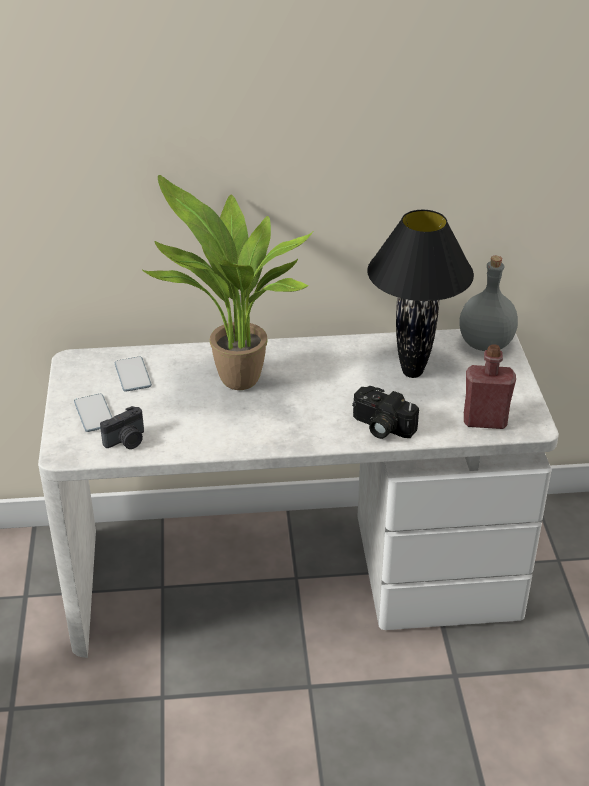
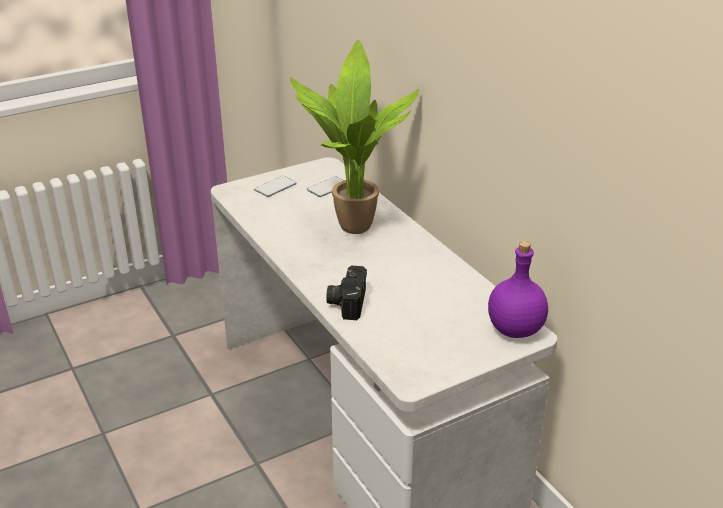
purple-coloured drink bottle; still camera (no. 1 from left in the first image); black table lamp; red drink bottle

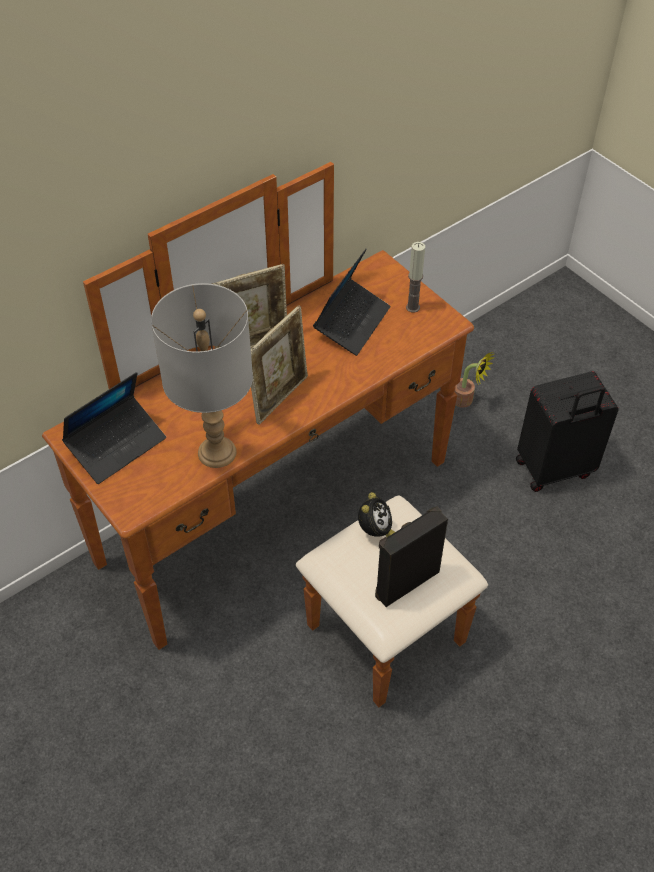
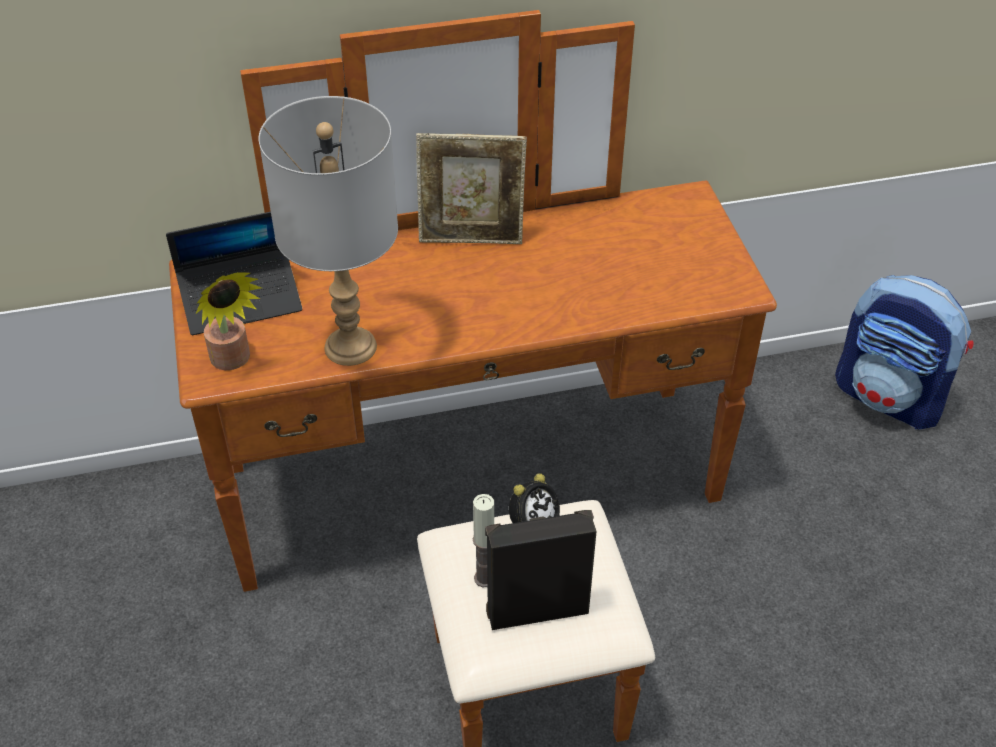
plant in a pot; candle; knapsack; picture frame (no. 2 from left in the first image); notebook computer (no. 2 from left in the first image); black suitcase

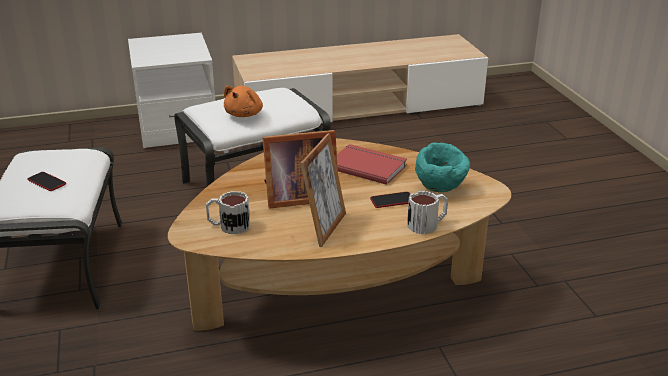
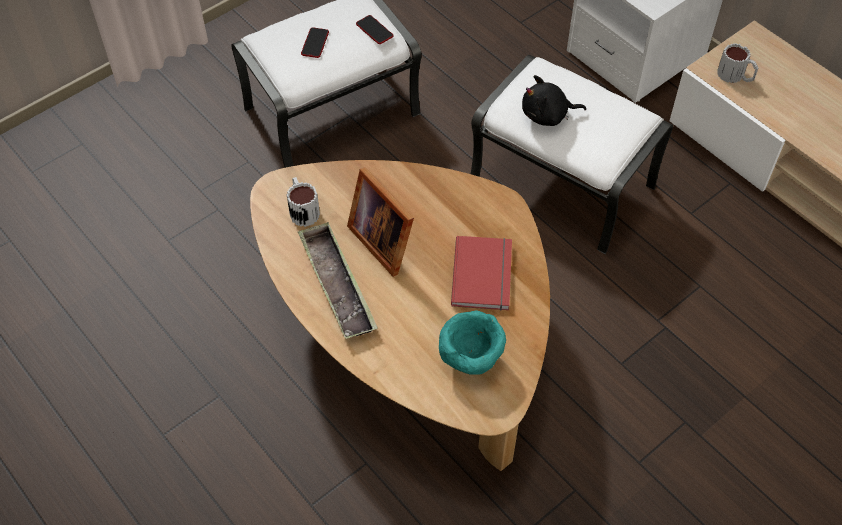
serving tray; telephone (no. 2 from left); black plush toy; tea mug (no. 2 from left)

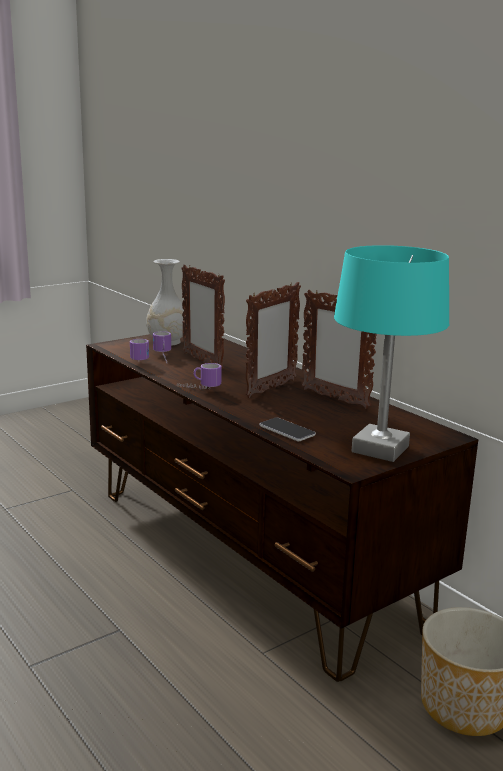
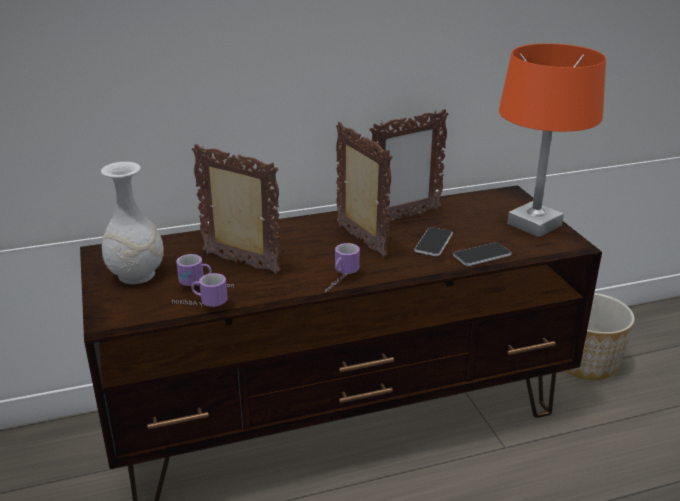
picture frame (no. 1 from left); telephone (no. 1 from left); orange table lamp

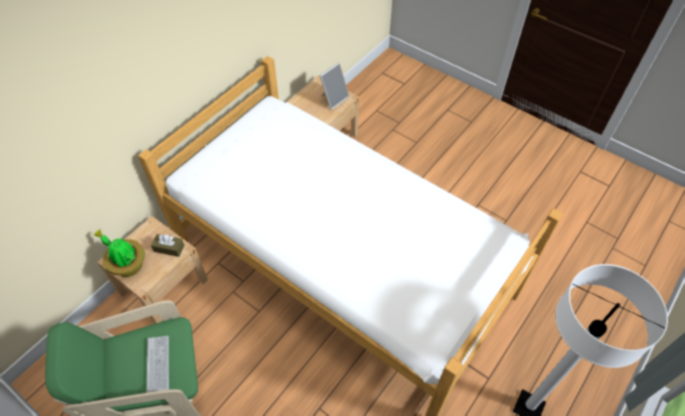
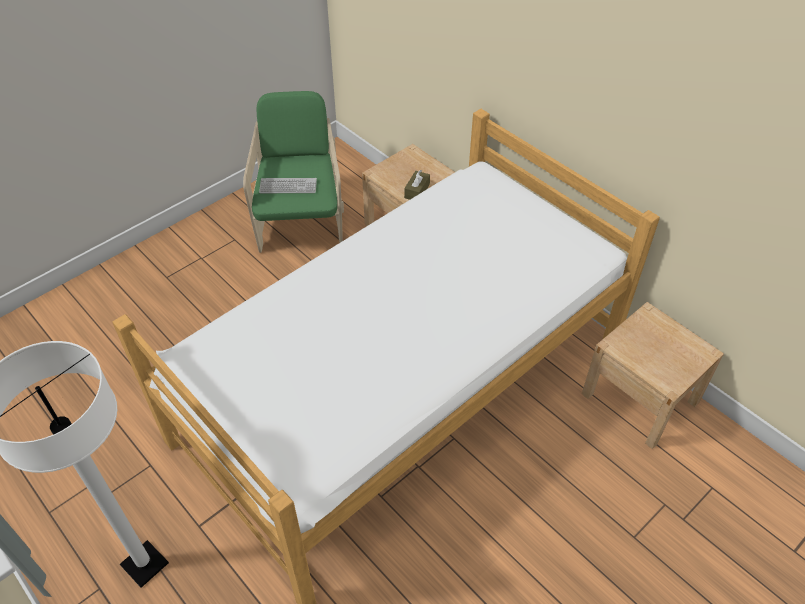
plant in a pot; picture frame

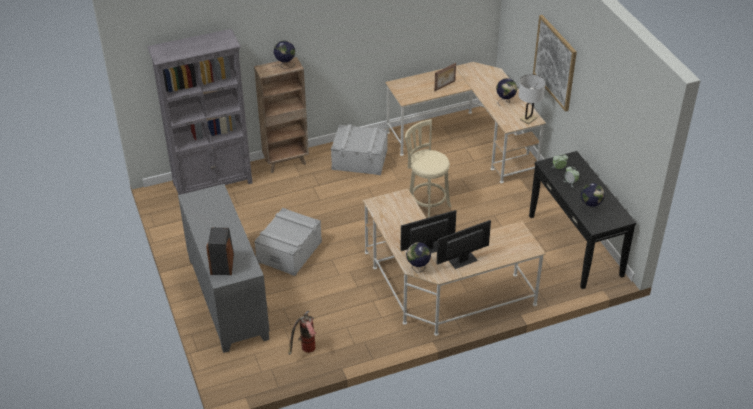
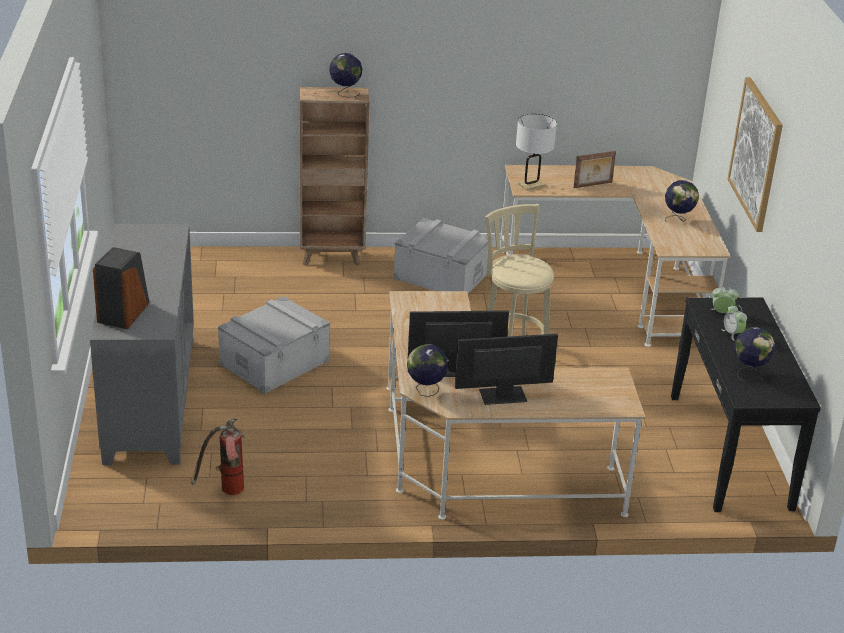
white-coloured table lamp; gray bookshelf

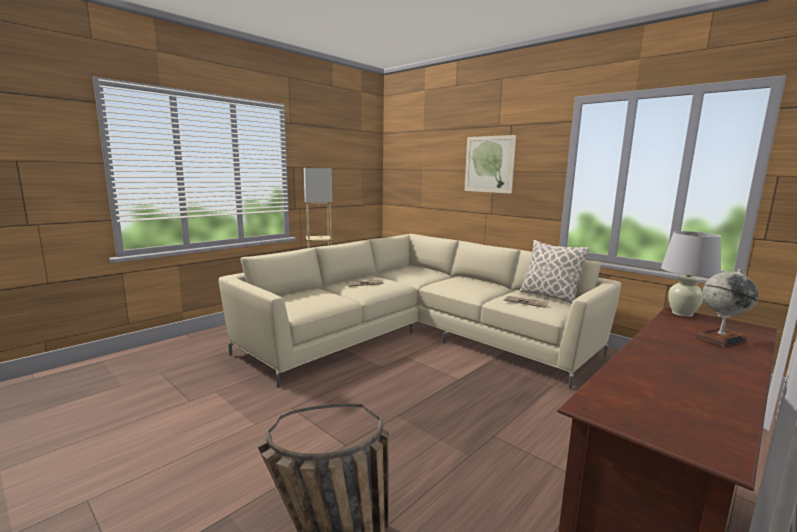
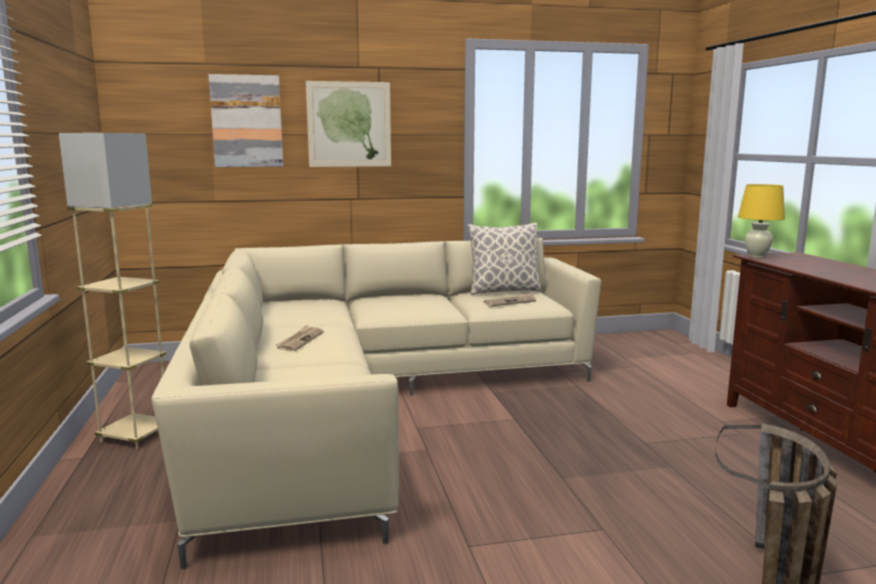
wall art (no. 1 from left); yellow-coloured table lamp; desk globe

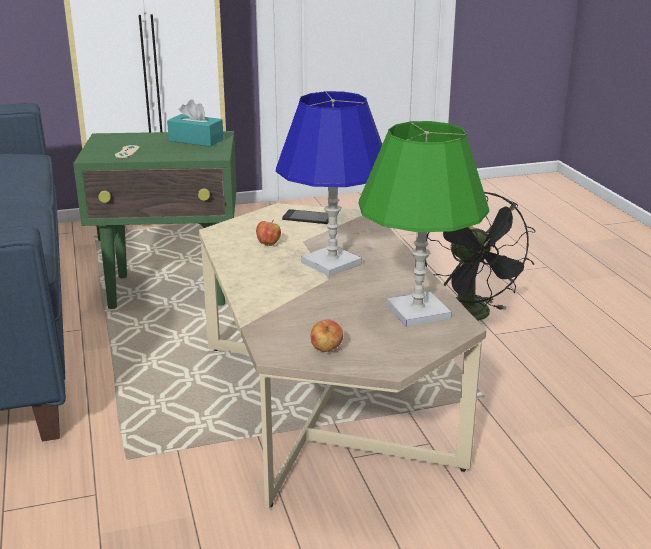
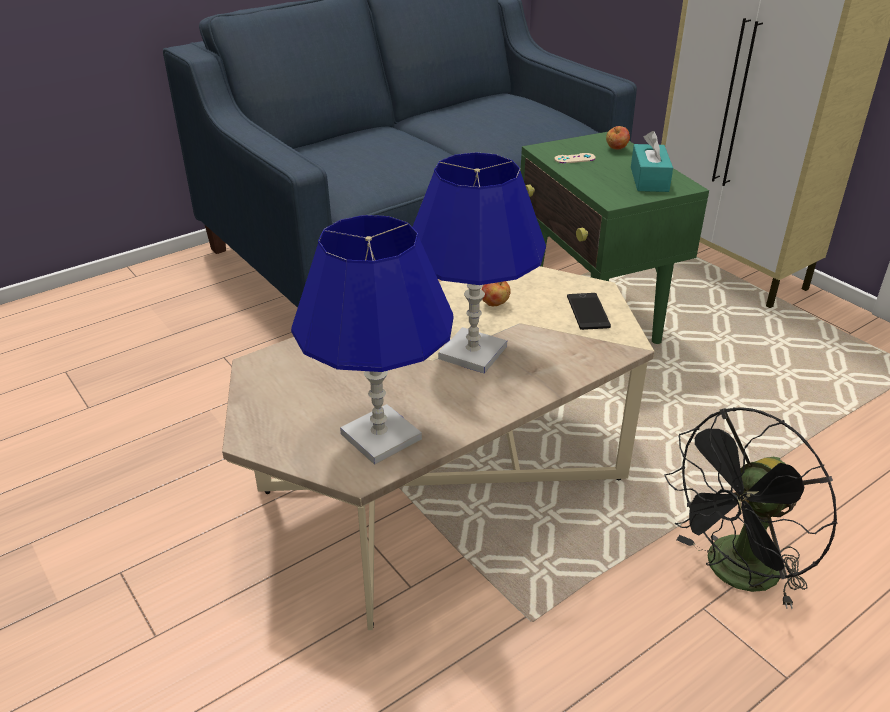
blue-coloured table lamp (no. 1 from left); whole apple (no. 2 from left)

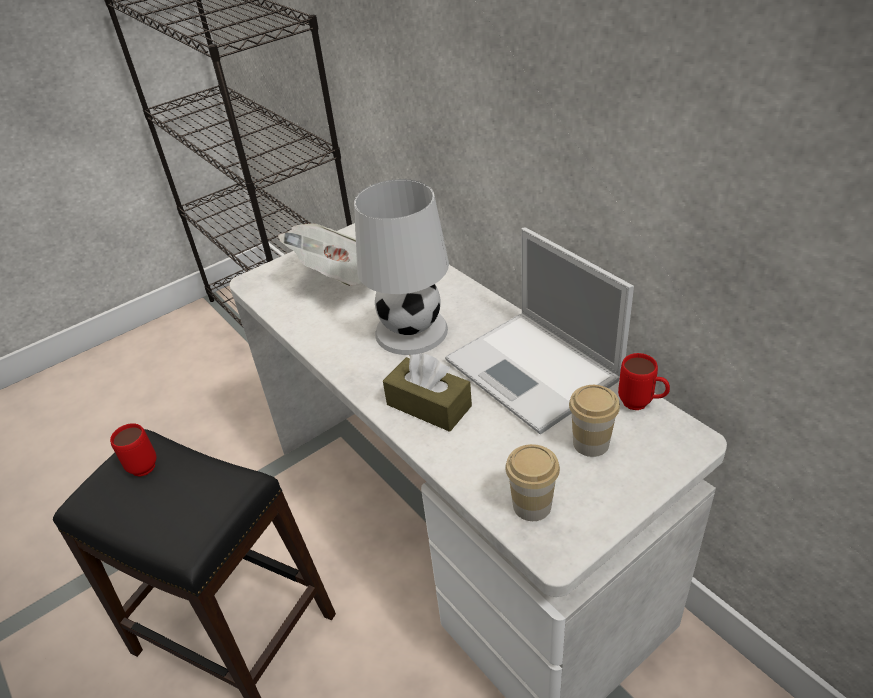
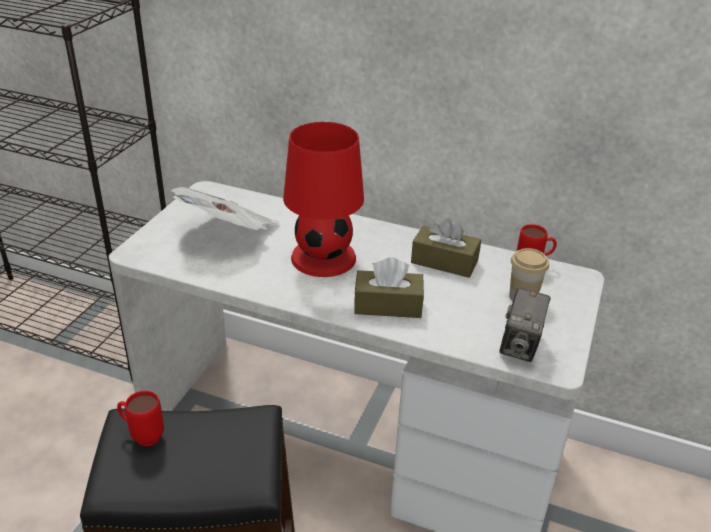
red table lamp; brown-coloured tissue holder (no. 2 from left); still camera

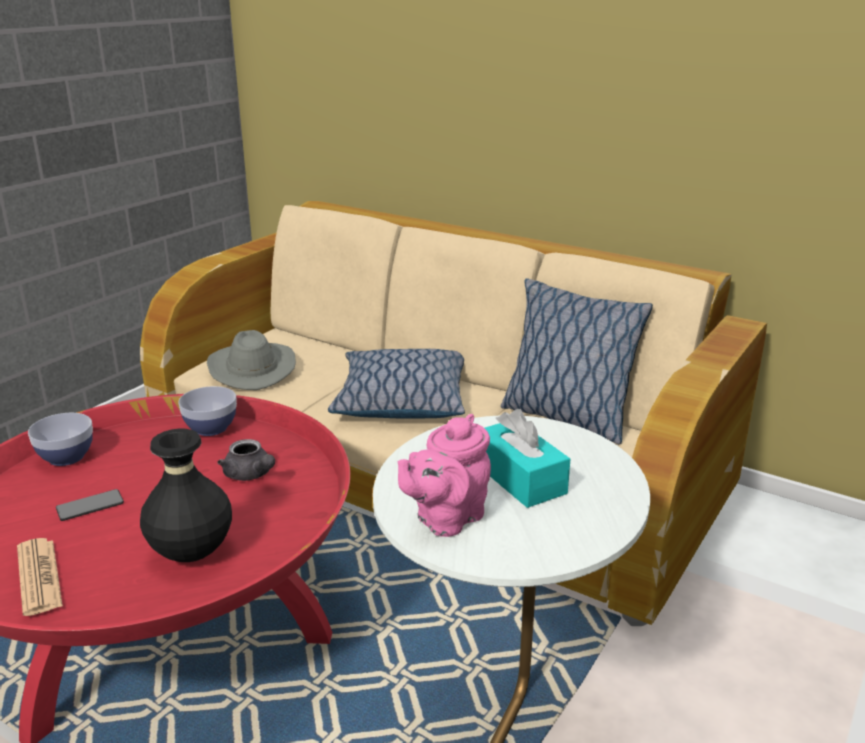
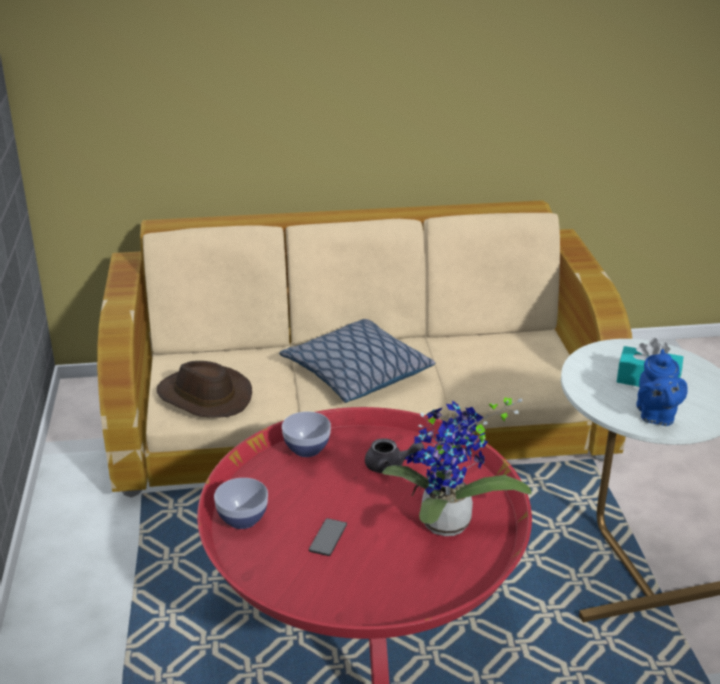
brown-coloured hat; plant in a pot; blue-coloured pot for tea; daily paper; cushion (no. 2 from left in the first image)

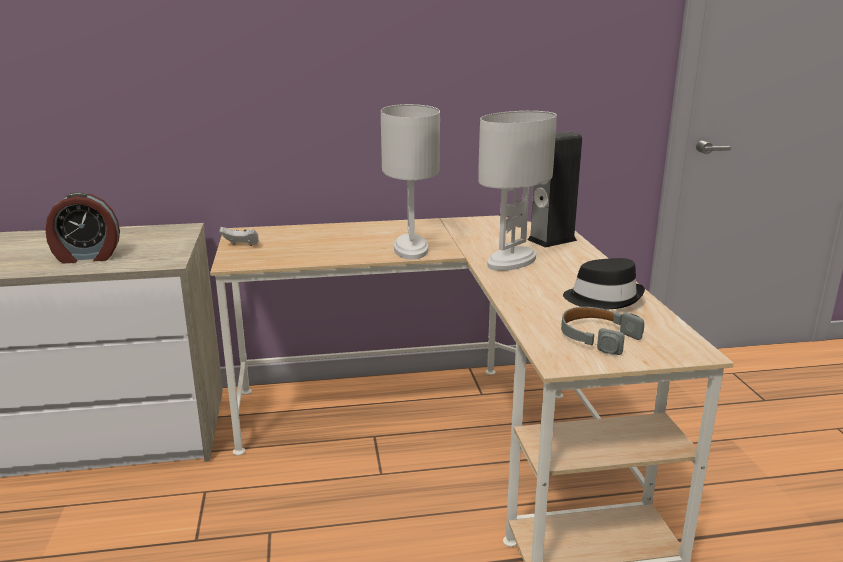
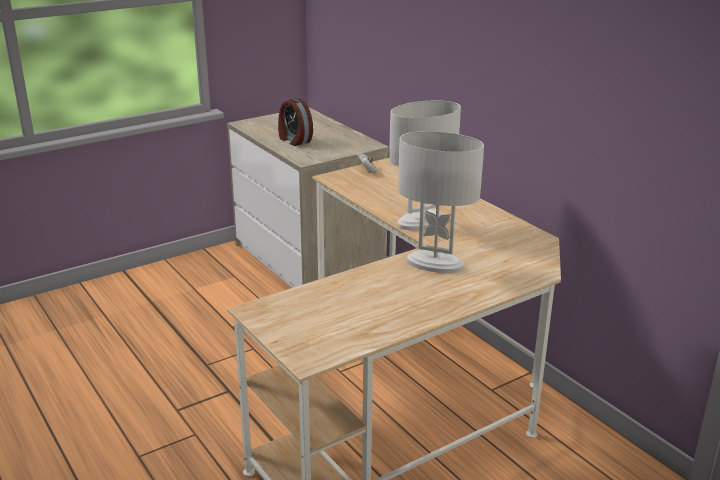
loudspeaker; gray headphones; black hat

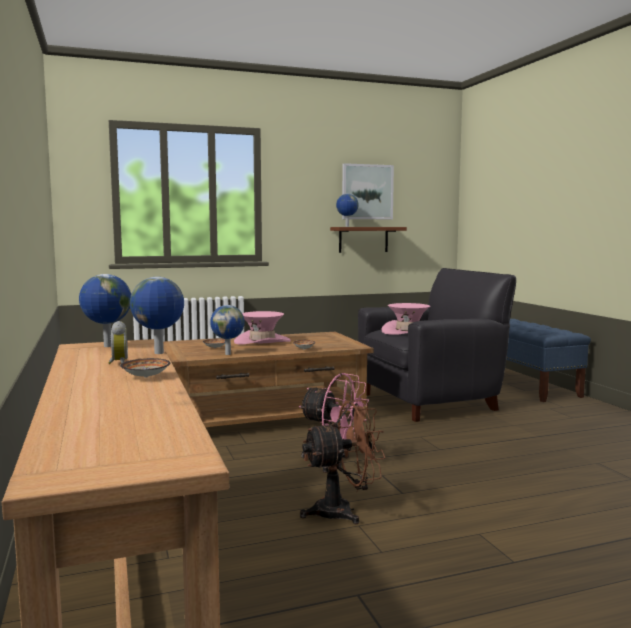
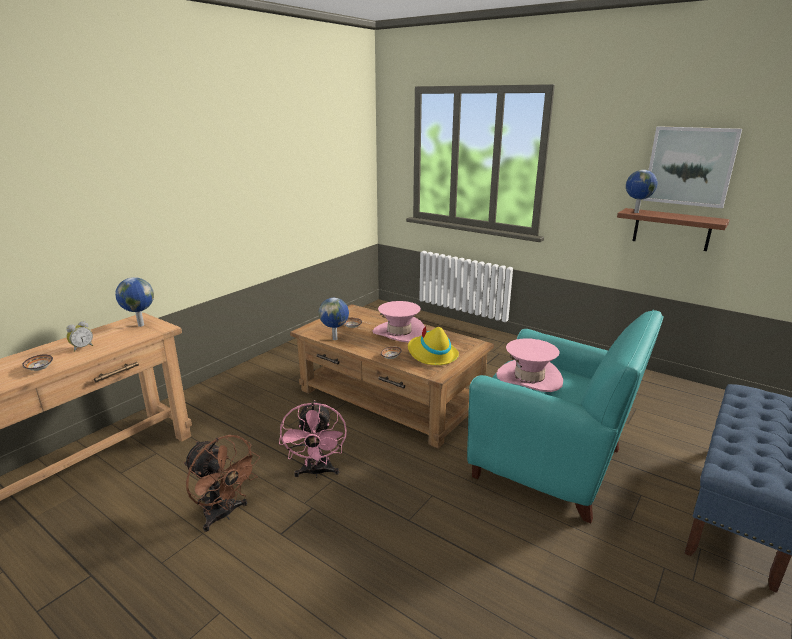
yellow-coloured hat; turquoise lounge chair; desk globe (no. 2 from left in the first image)

